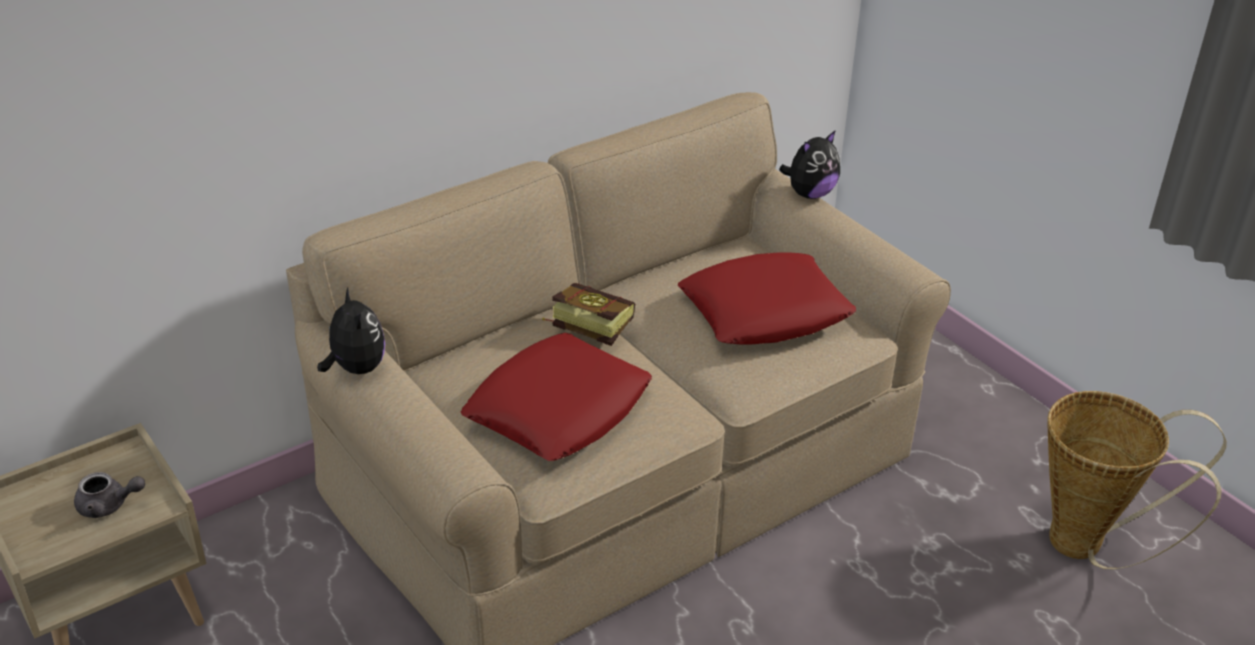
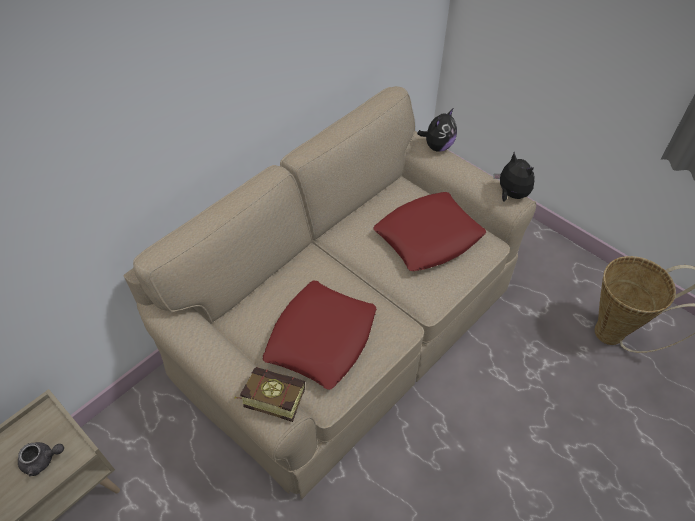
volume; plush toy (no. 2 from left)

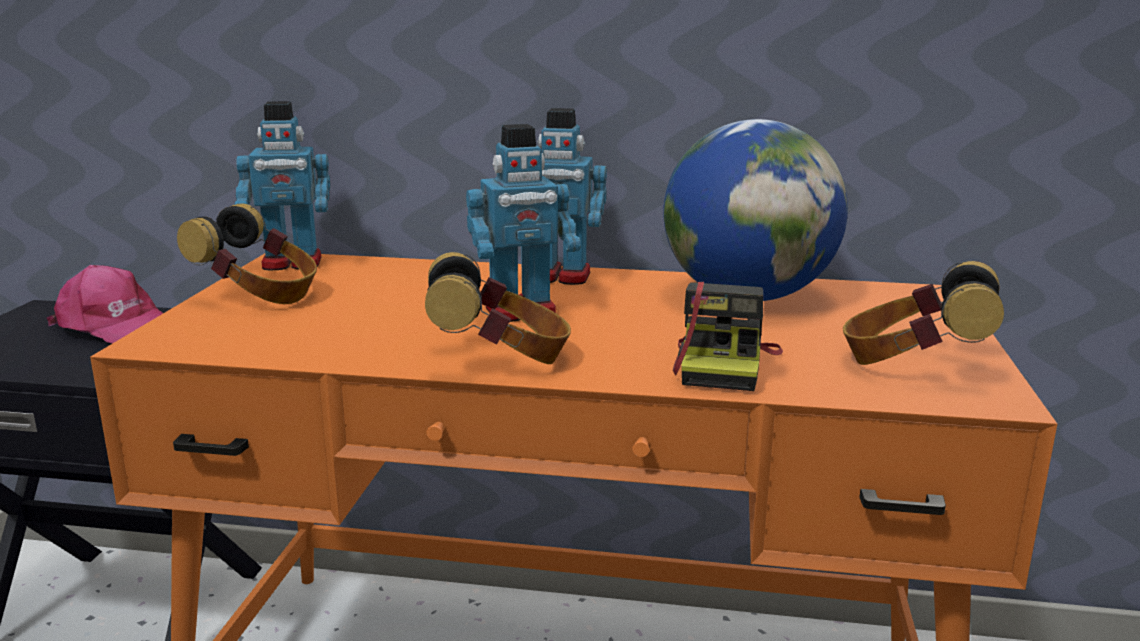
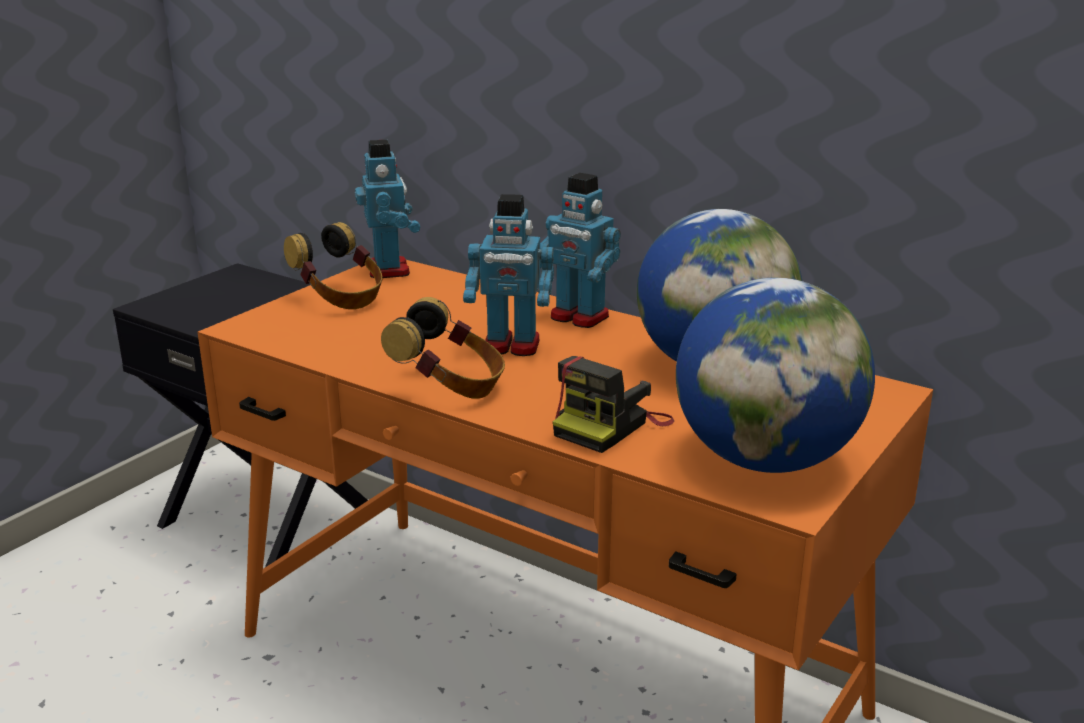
robot figure (no. 1 from left); desk globe (no. 2 from left); pink baseball cap

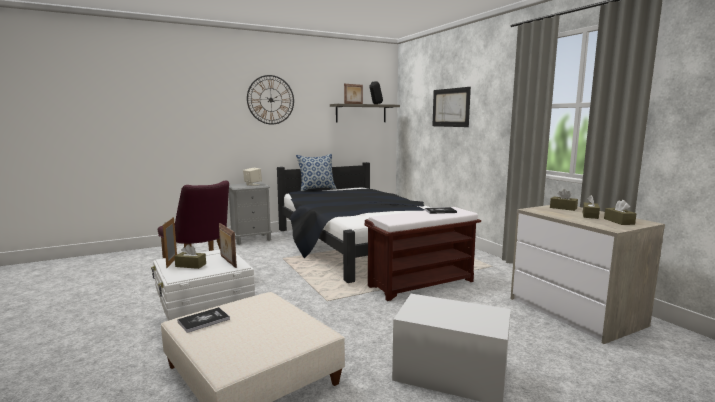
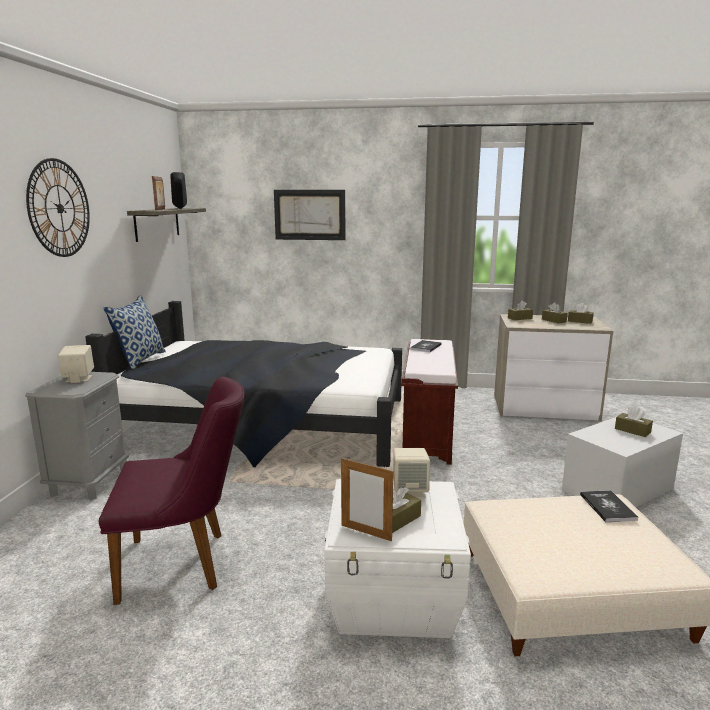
beige loudspeaker (no. 2 from left); volume (no. 2 from left); brown-coloured tissue holder (no. 5 from left)

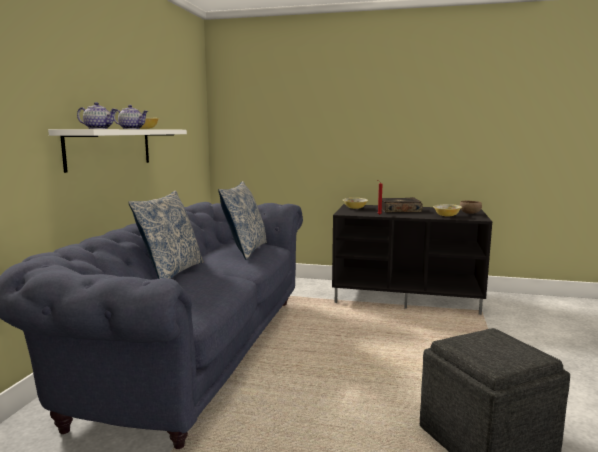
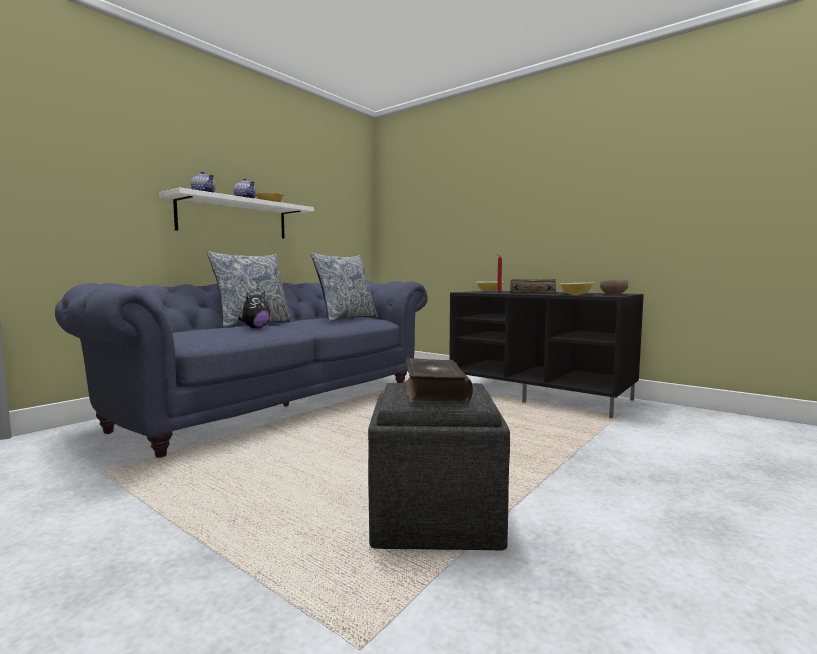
plush toy; volume (no. 1 from left)

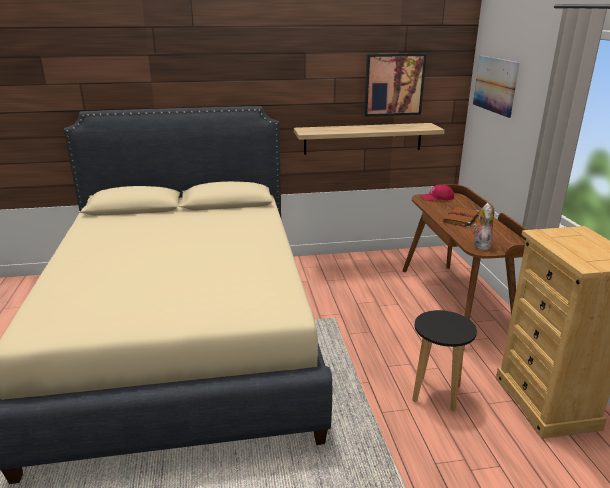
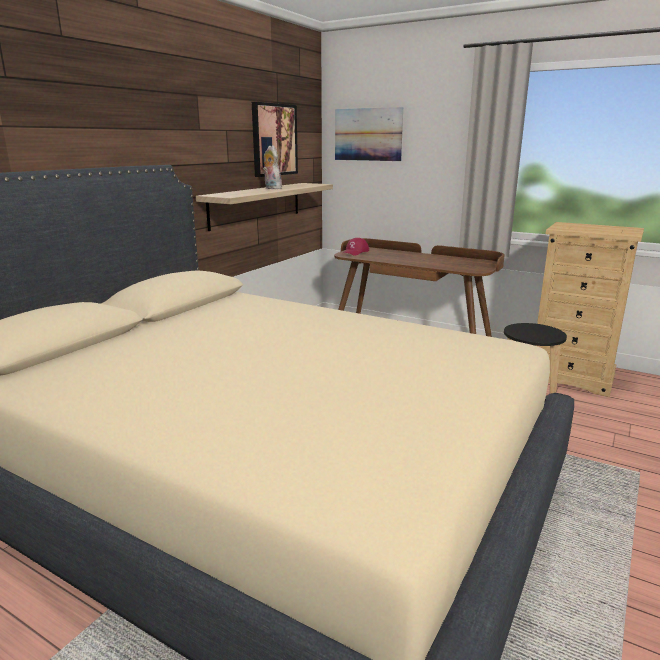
plush toy; brown-coloured volume

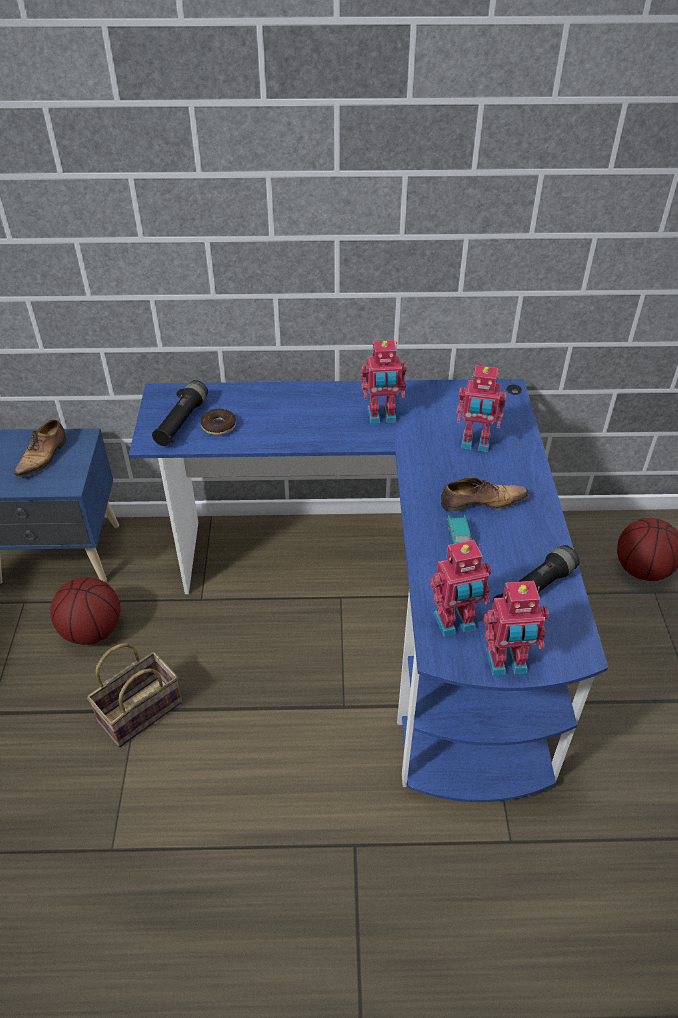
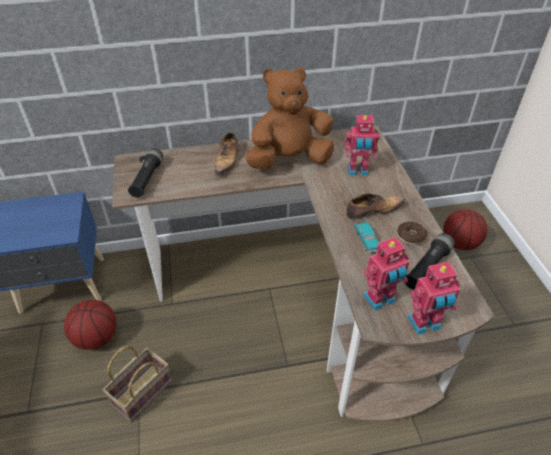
brown-coloured desk table; shoe (no. 1 from left); brown-coloured plush toy; ring doughnut

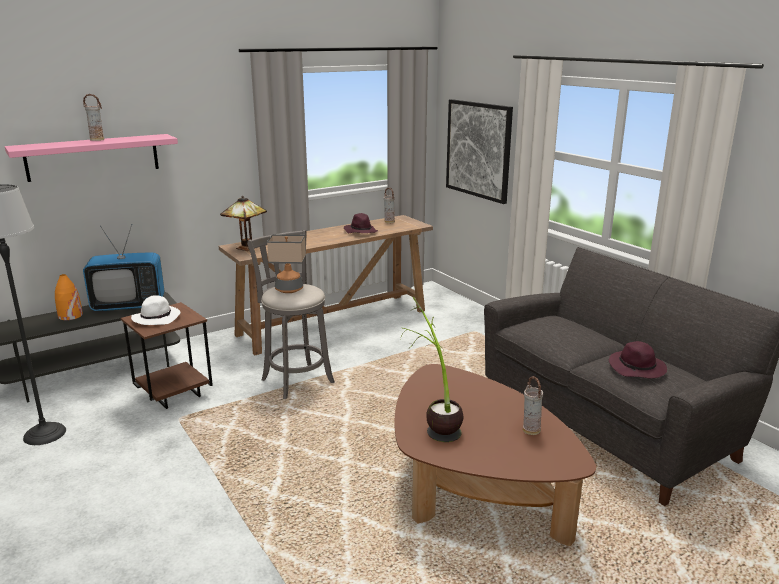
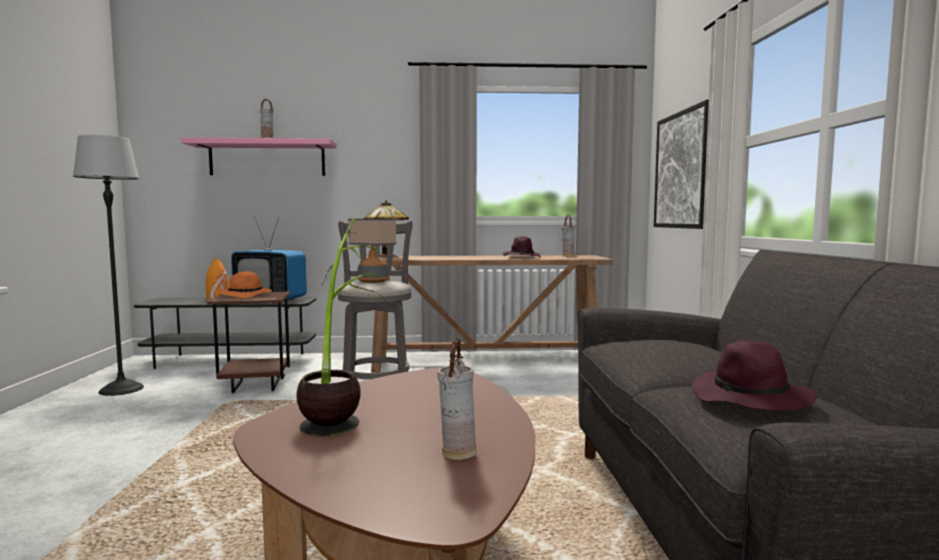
orange hat

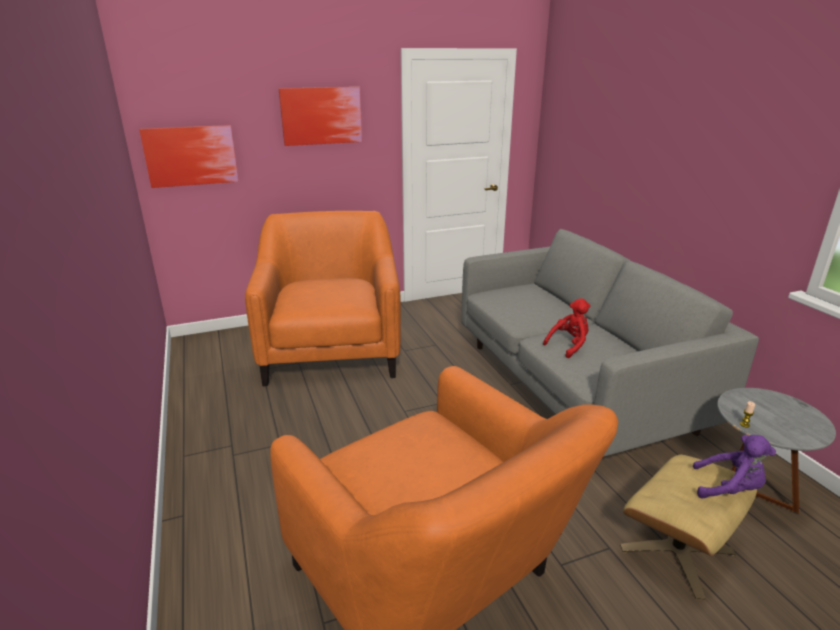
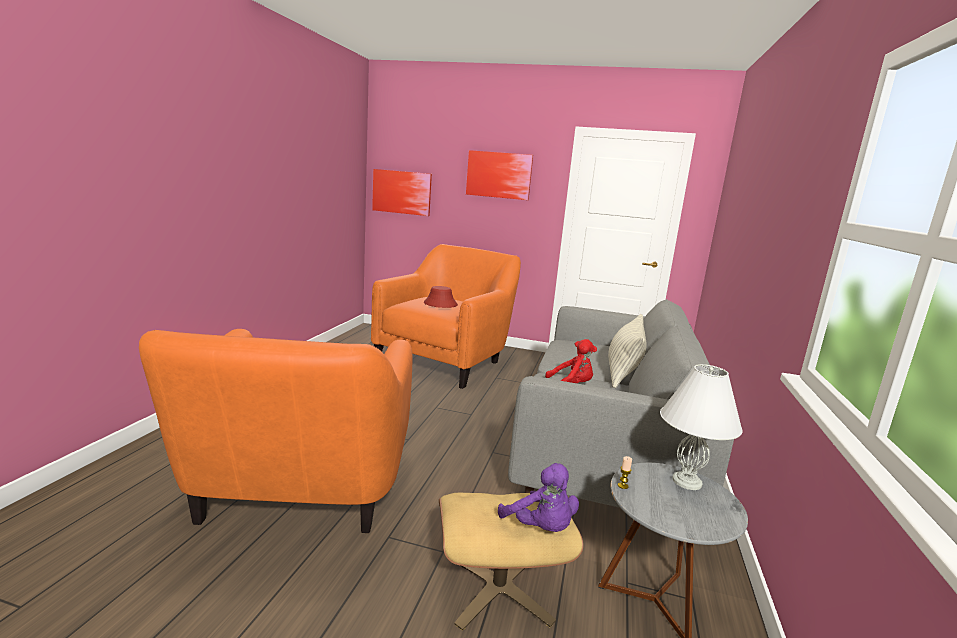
red hat; cushion; white-coloured table lamp

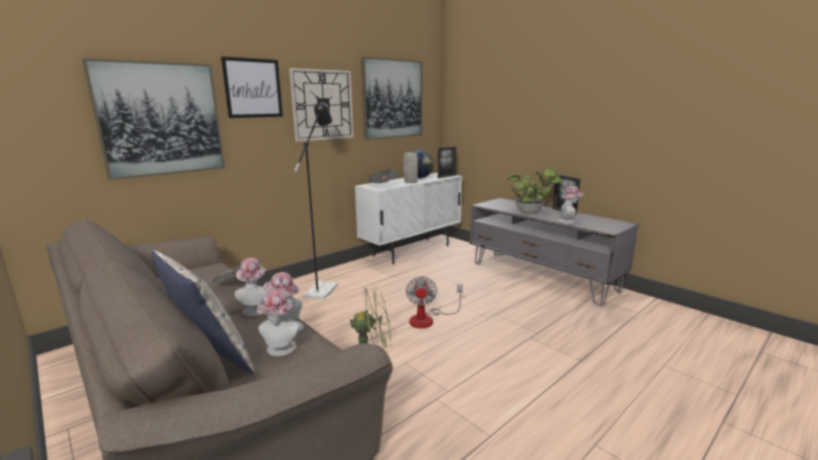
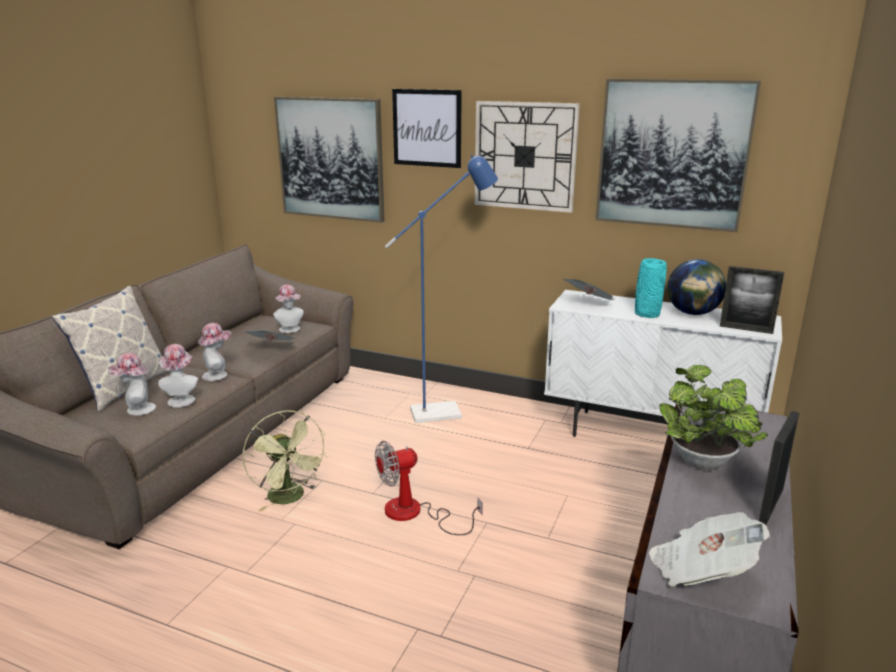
hat (no. 4 from left); blue-coloured standard lamp; turquoise decorative vase; daily paper (no. 3 from left)

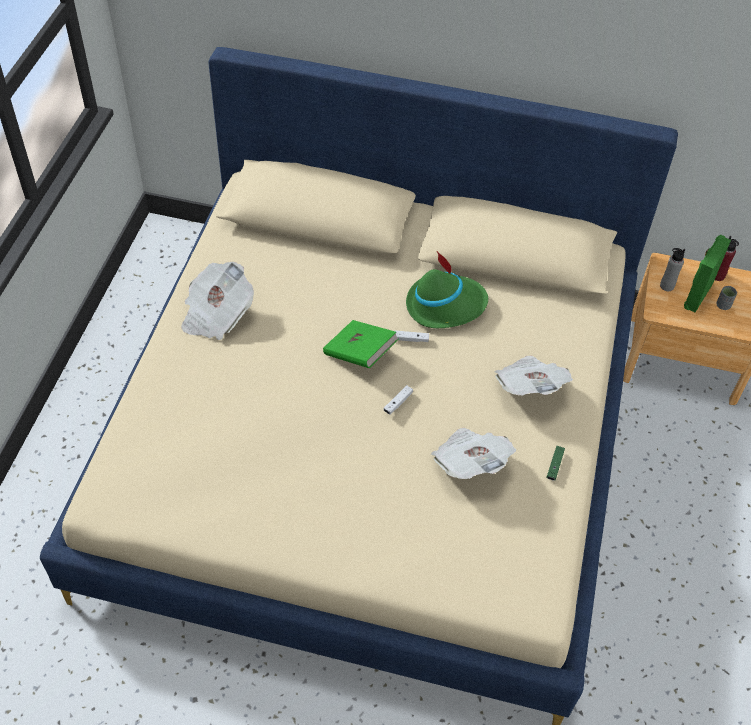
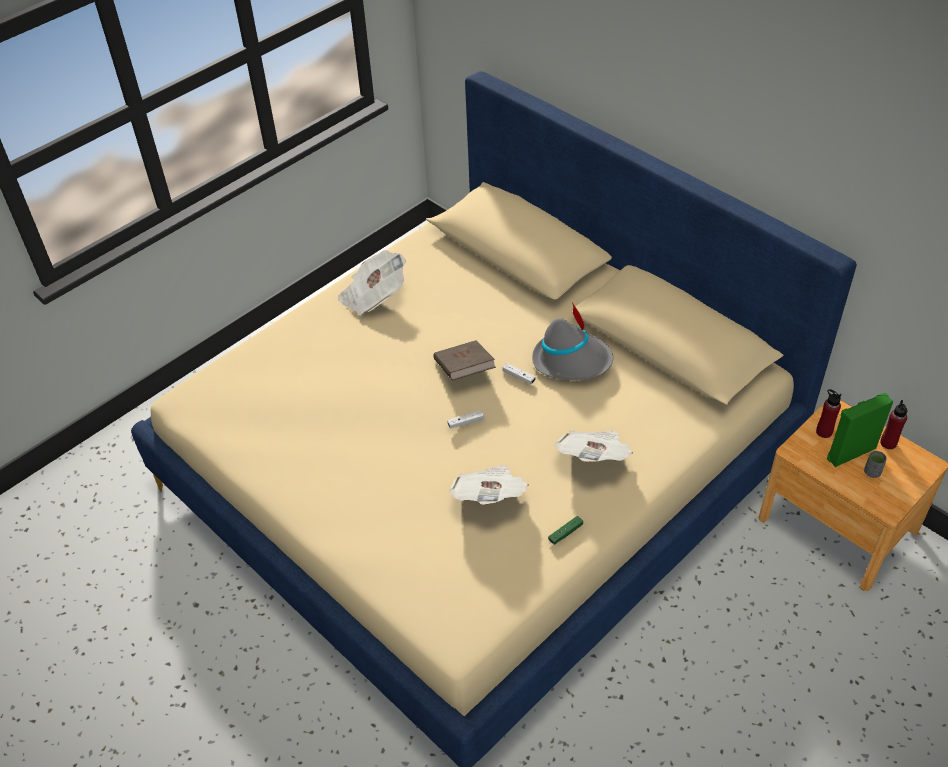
brown-coloured volume; gray hat; red drink bottle (no. 1 from left)

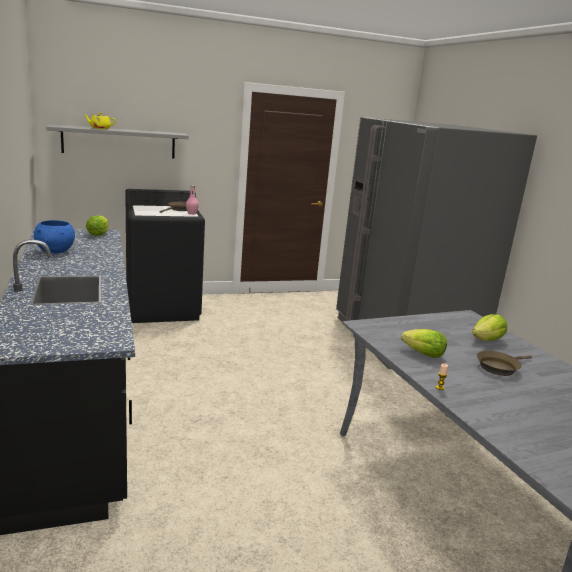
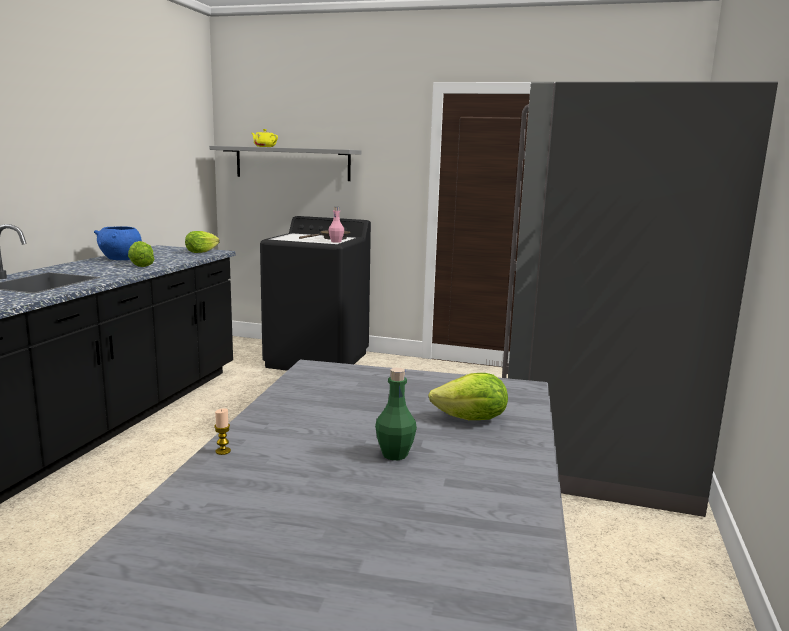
lettuce head (no. 1 from left); greenish drink bottle

